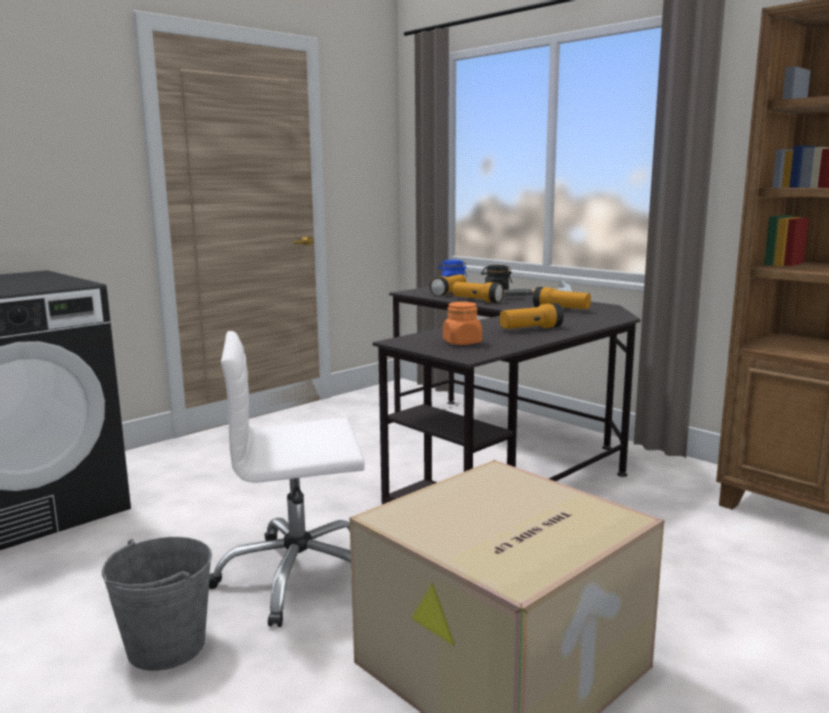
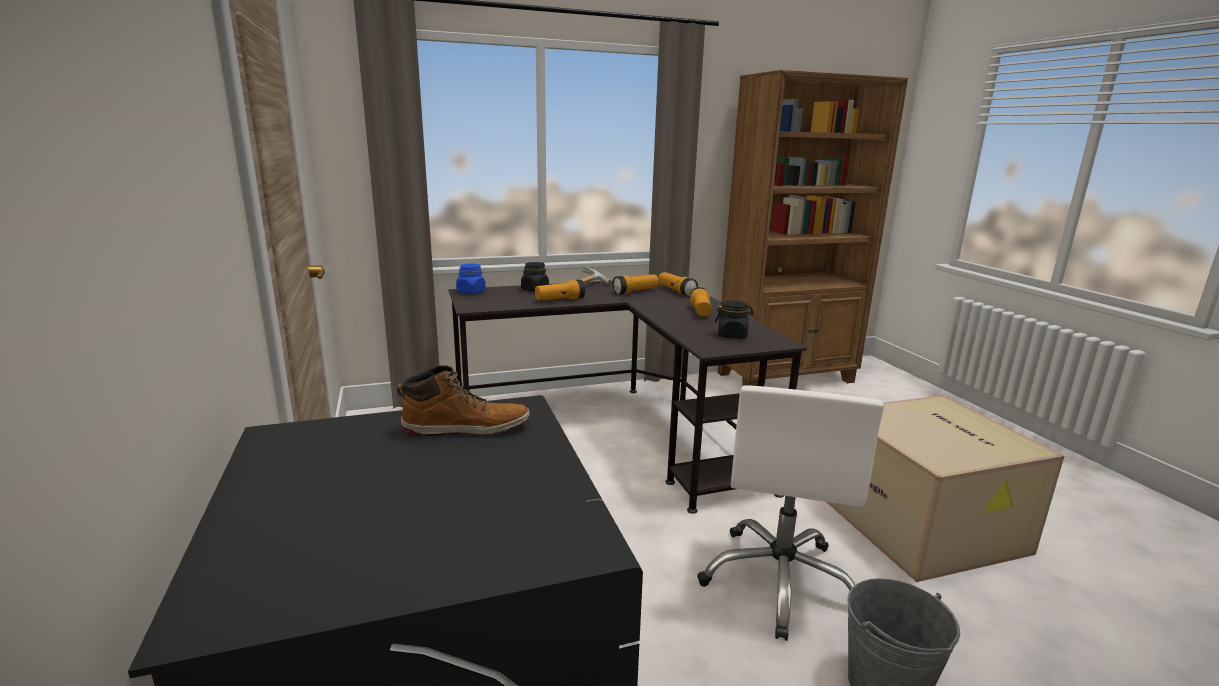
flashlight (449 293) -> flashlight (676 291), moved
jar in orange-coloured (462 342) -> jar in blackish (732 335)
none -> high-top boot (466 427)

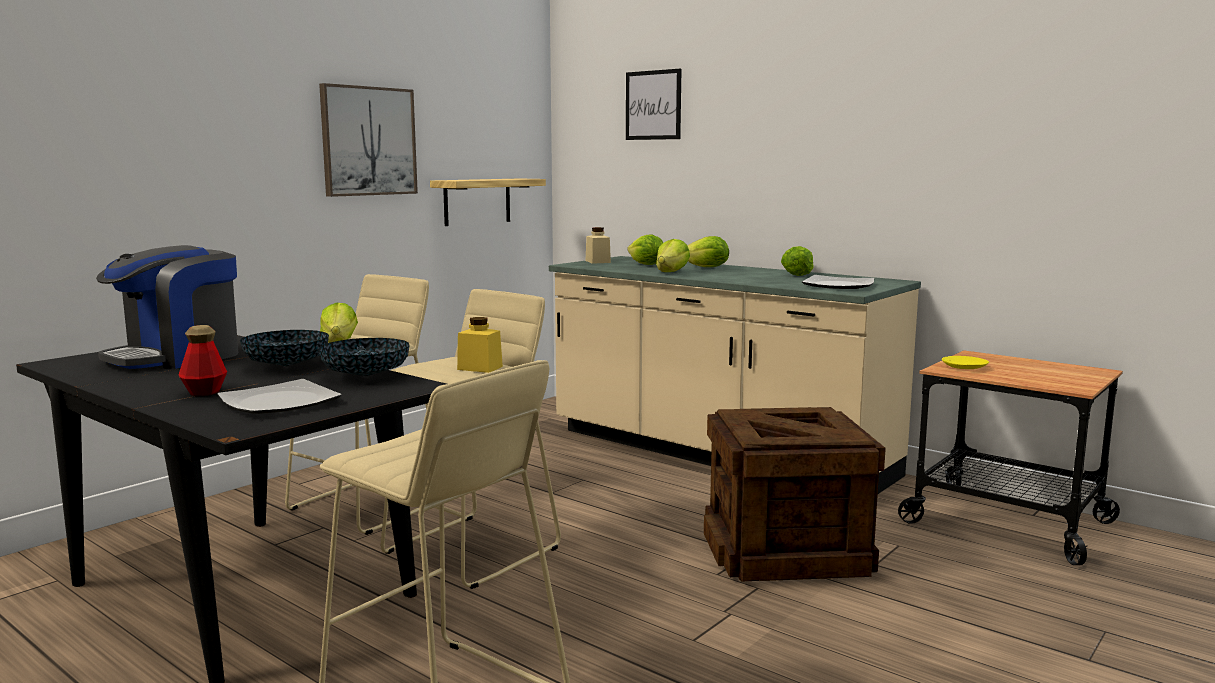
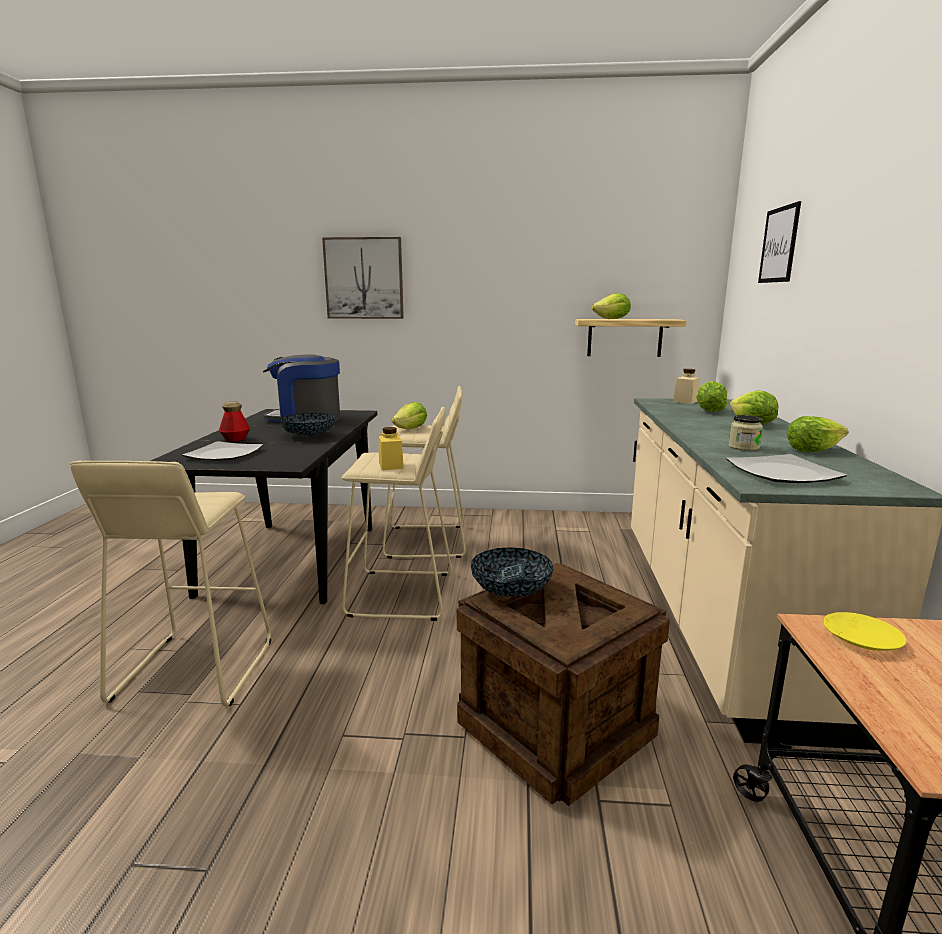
picture (368 141) -> picture (364 278), moved
lettuce (671 272) -> lettuce (612 319), moved
deep dish (366 376) -> deep dish (511 590), moved
none -> jar (743 447)

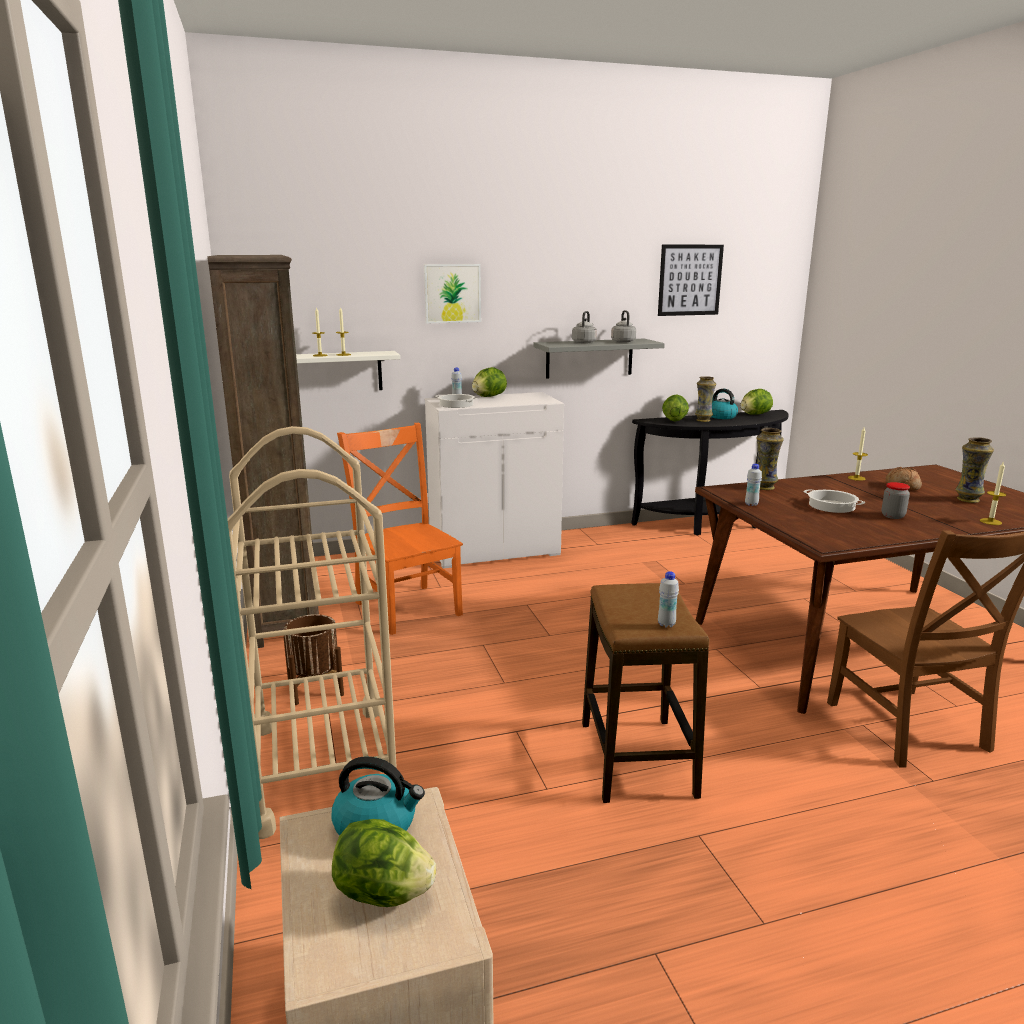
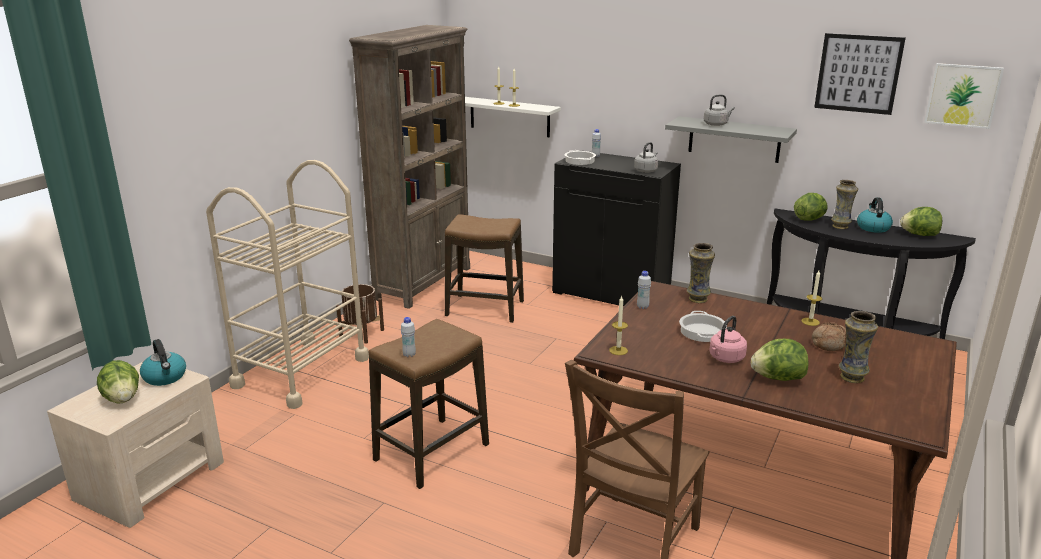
picture (452 293) -> picture (963 95), moved
water kettle in grey (622 341) -> water kettle in grey (646 170), moved
lettuce (488 396) -> lettuce (777 378), moved
storage cabinet in whitish (494 550) -> storage cabinet in blackish (612 293)
chair in orange-coloured (407 606) -> sitting stool (485 308)
candle (990 522) -> candle (618 350), moved
jar (893 516) -> water kettle in pink (725 358)

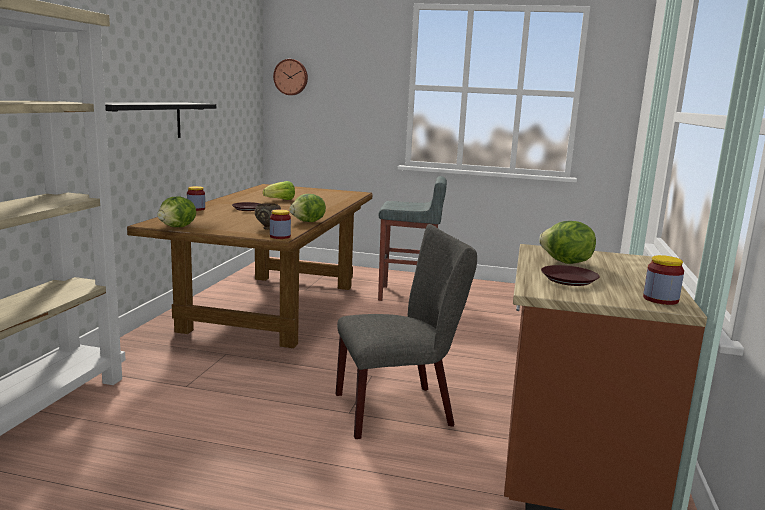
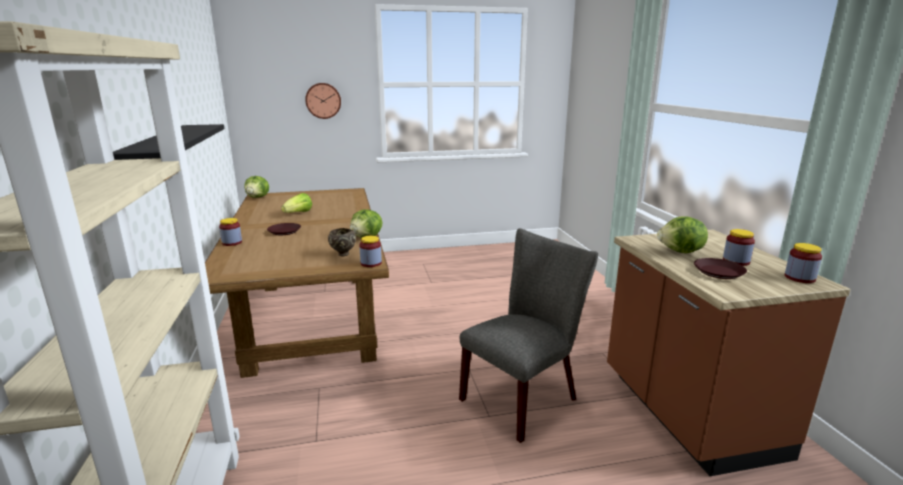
hanging clock (291 77) -> hanging clock (323 100), moved
sitting stool in grey (407 295) -> none
lettuce (178 227) -> lettuce (258 197), moved
none -> jar (736 261)

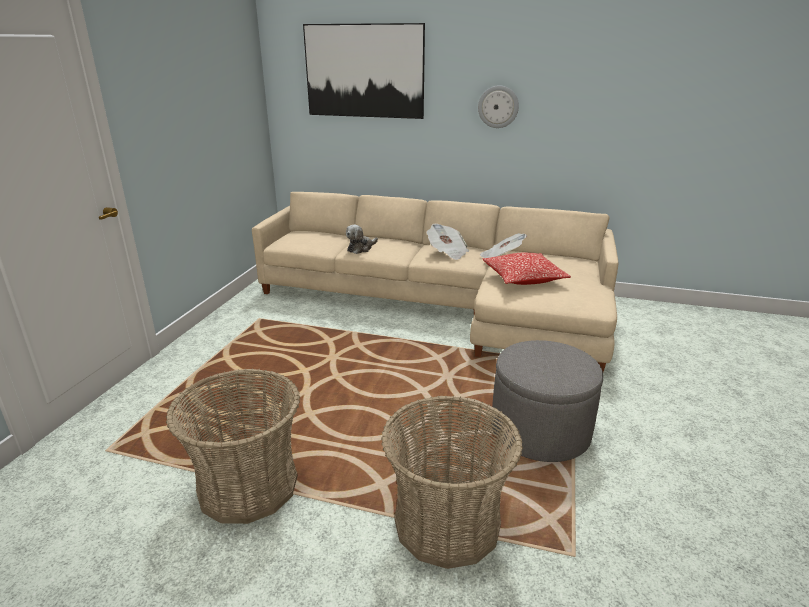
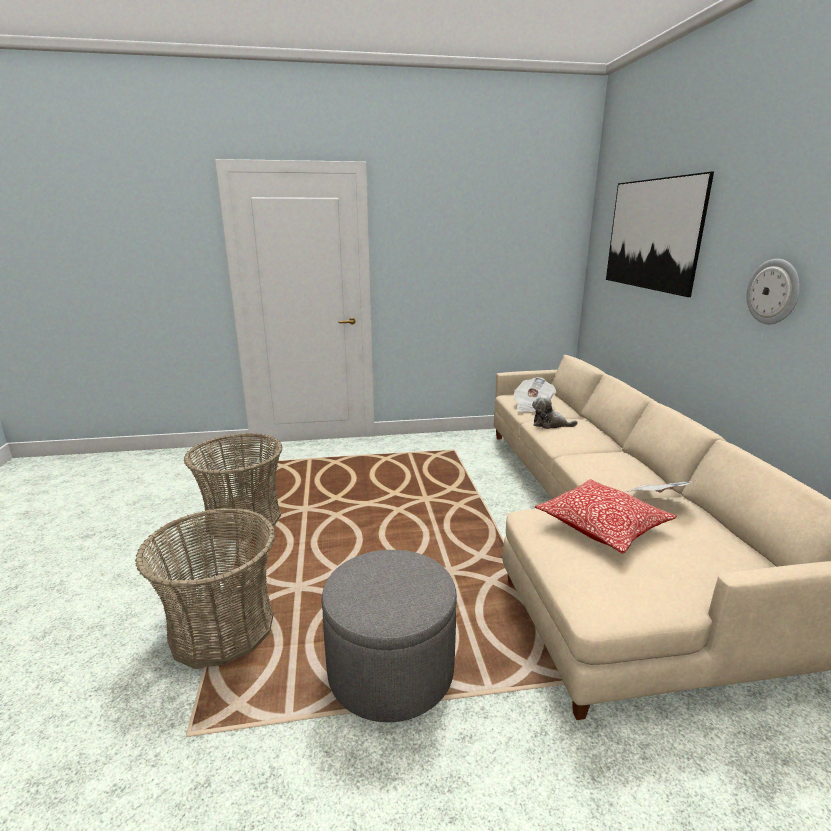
daily paper (447 252) -> daily paper (532 406), moved

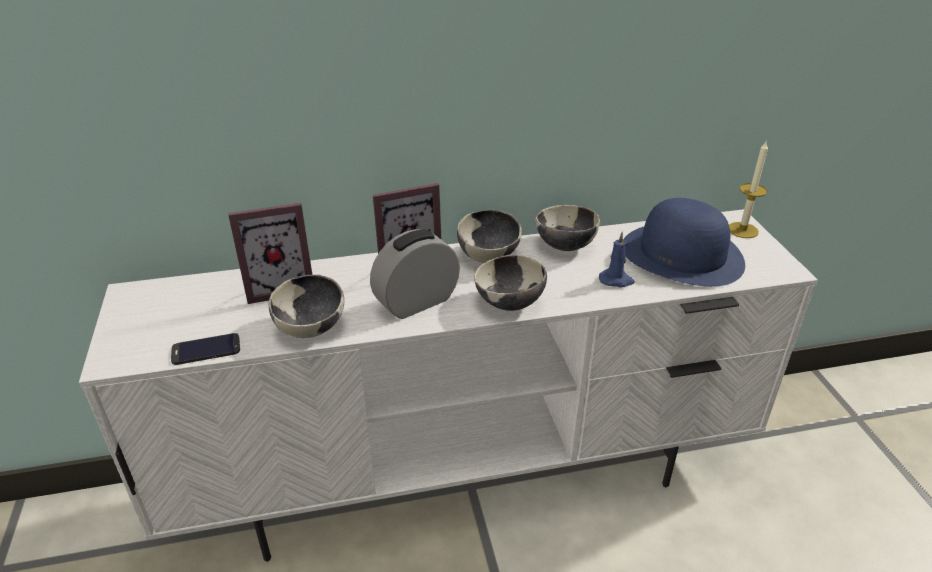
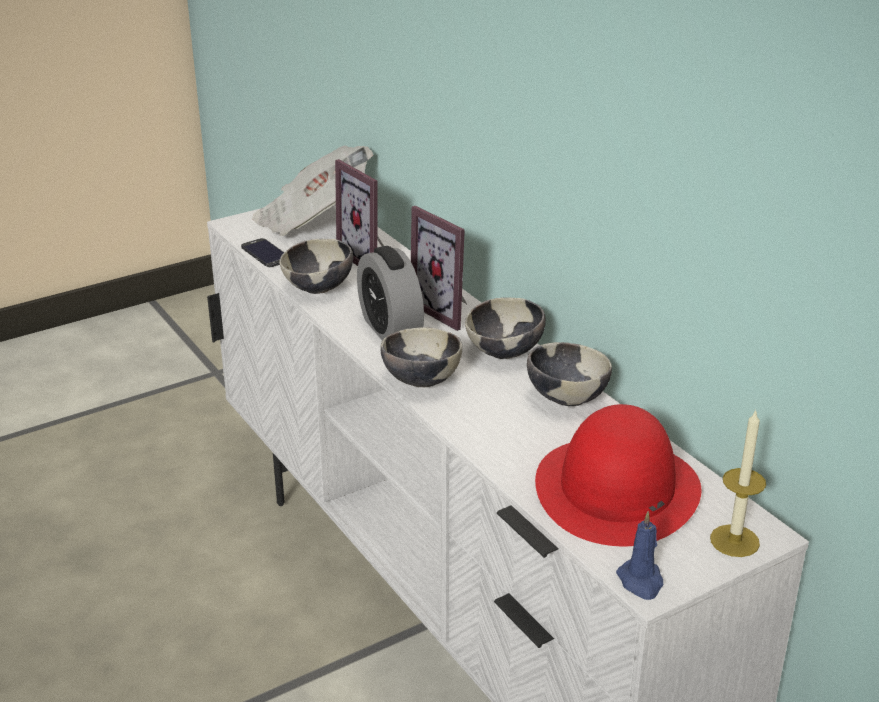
clothing hat in bluish (682 254) -> clothing hat in red (617 489)
bedside clock (416 302) -> bedside clock (390 329), 150 degrees counterclockwise
candle in bluish (616 280) -> candle in bluish (641 582), moved
none -> daily paper (313 219)

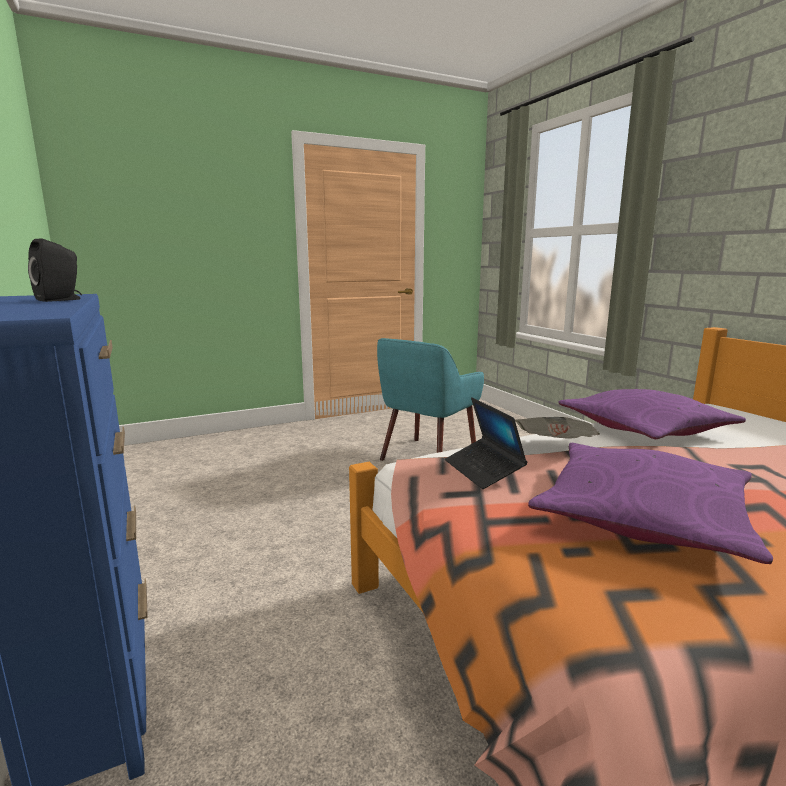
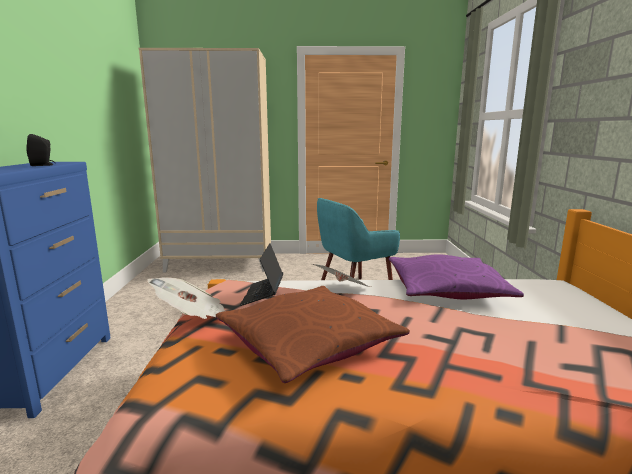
cushion in purple-coloured (642 515) -> cushion in brown-coloured (308 343)
none -> armoire in beige (221 263)
none -> daily paper (193 317)

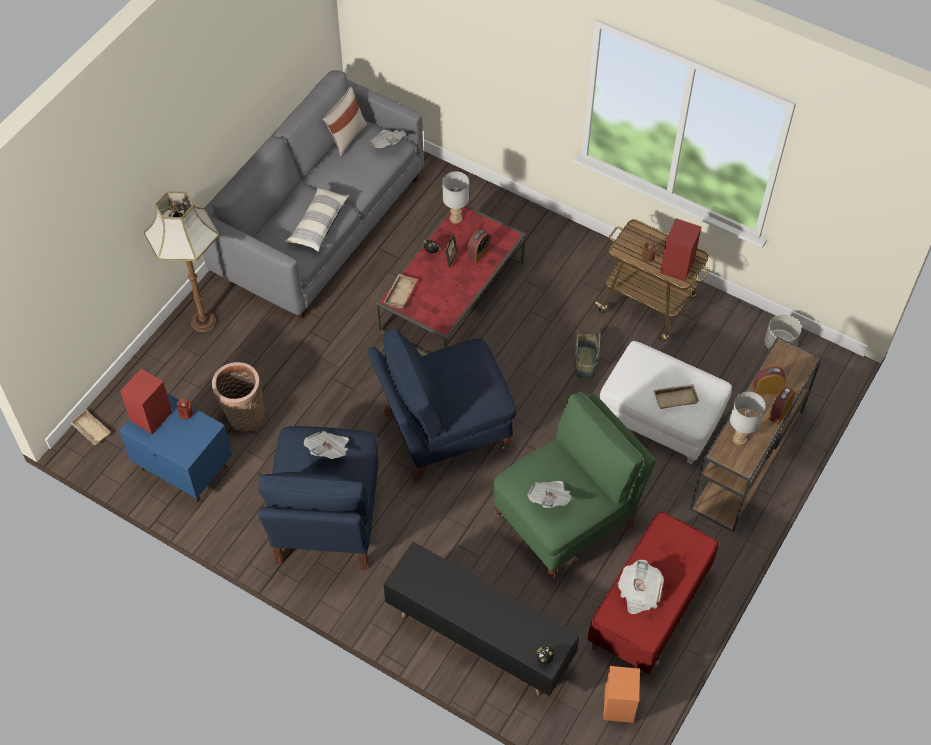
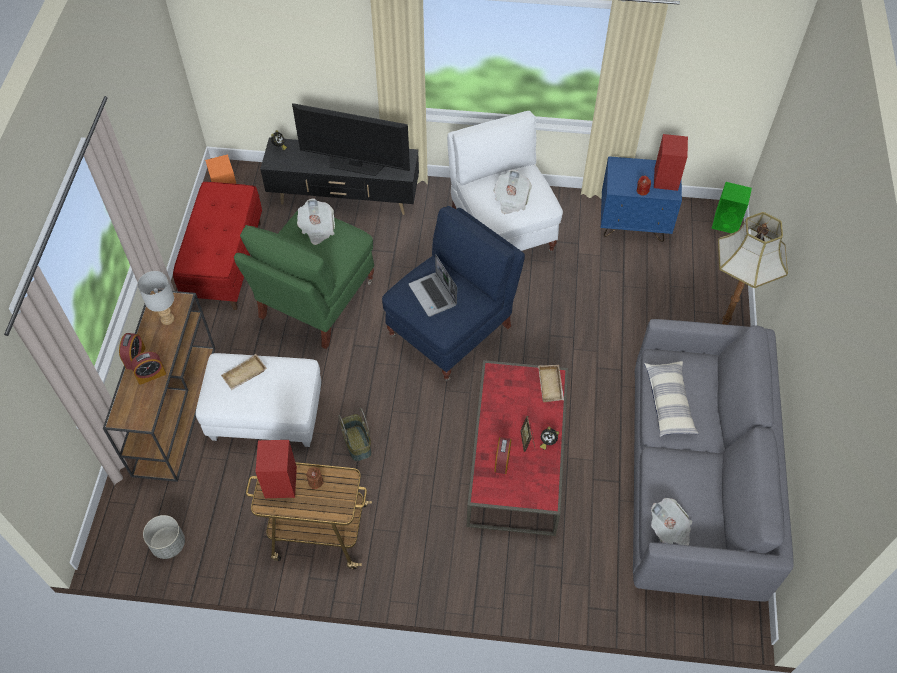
cushion in beige (346 137) -> none
tabletop lamp in grey (456 218) -> none
storage basket (243 417) -> none
tray in beige (90 430) -> speaker in green (727 223)
easy chair in bluish (326 521) -> easy chair in whitish (501 230)
daily paper (638 593) -> none
none -> TV set (355 164)
none -> laptop (433 295)

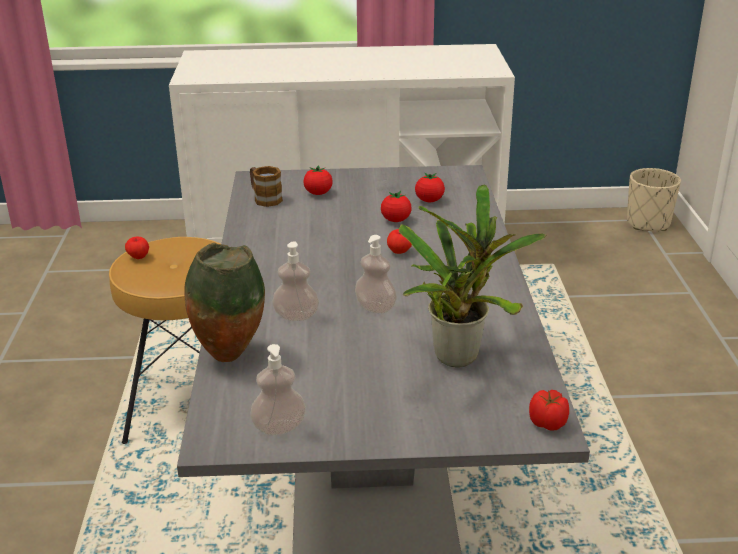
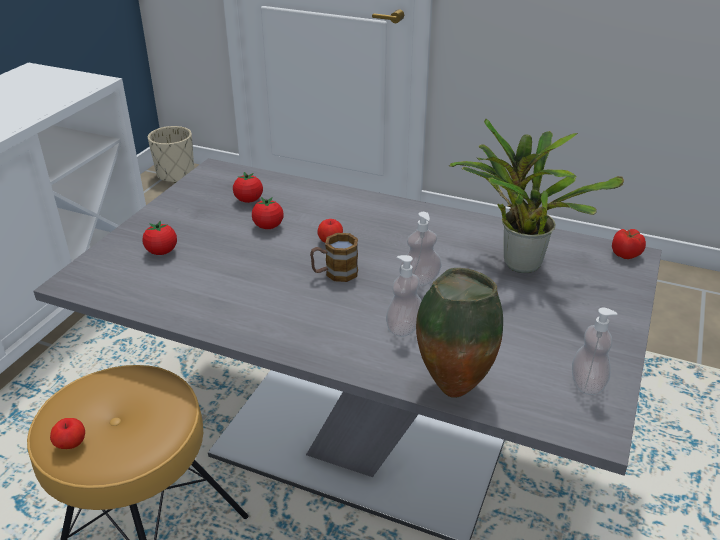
tea mug (264 198) -> tea mug (335 273), moved

